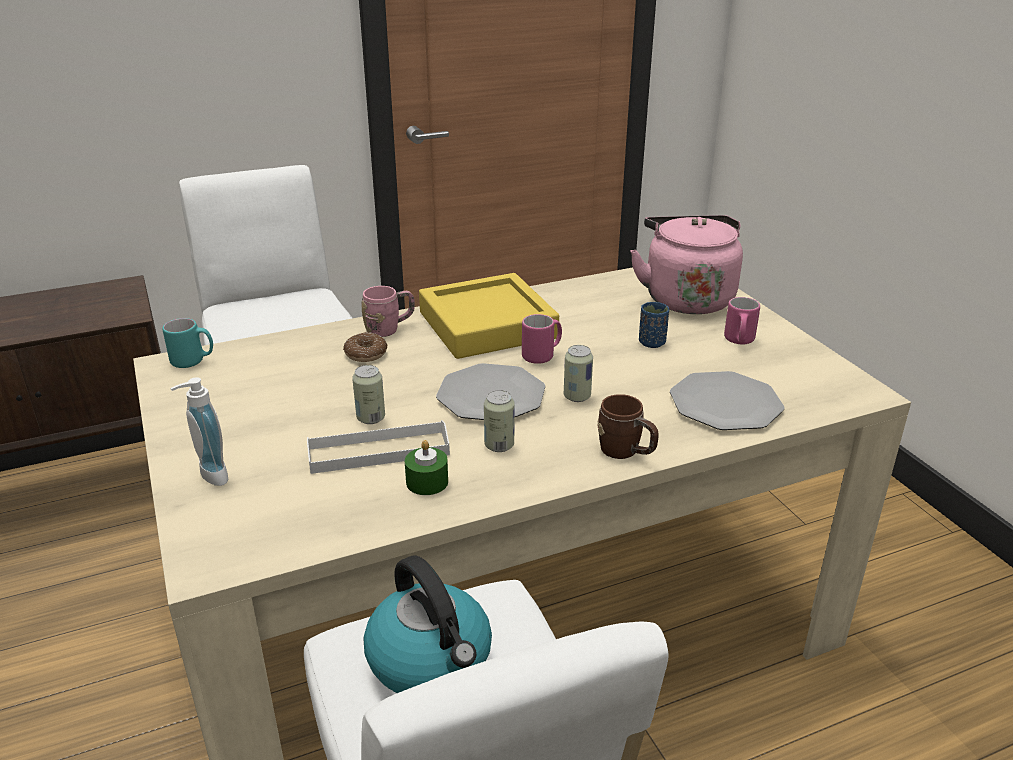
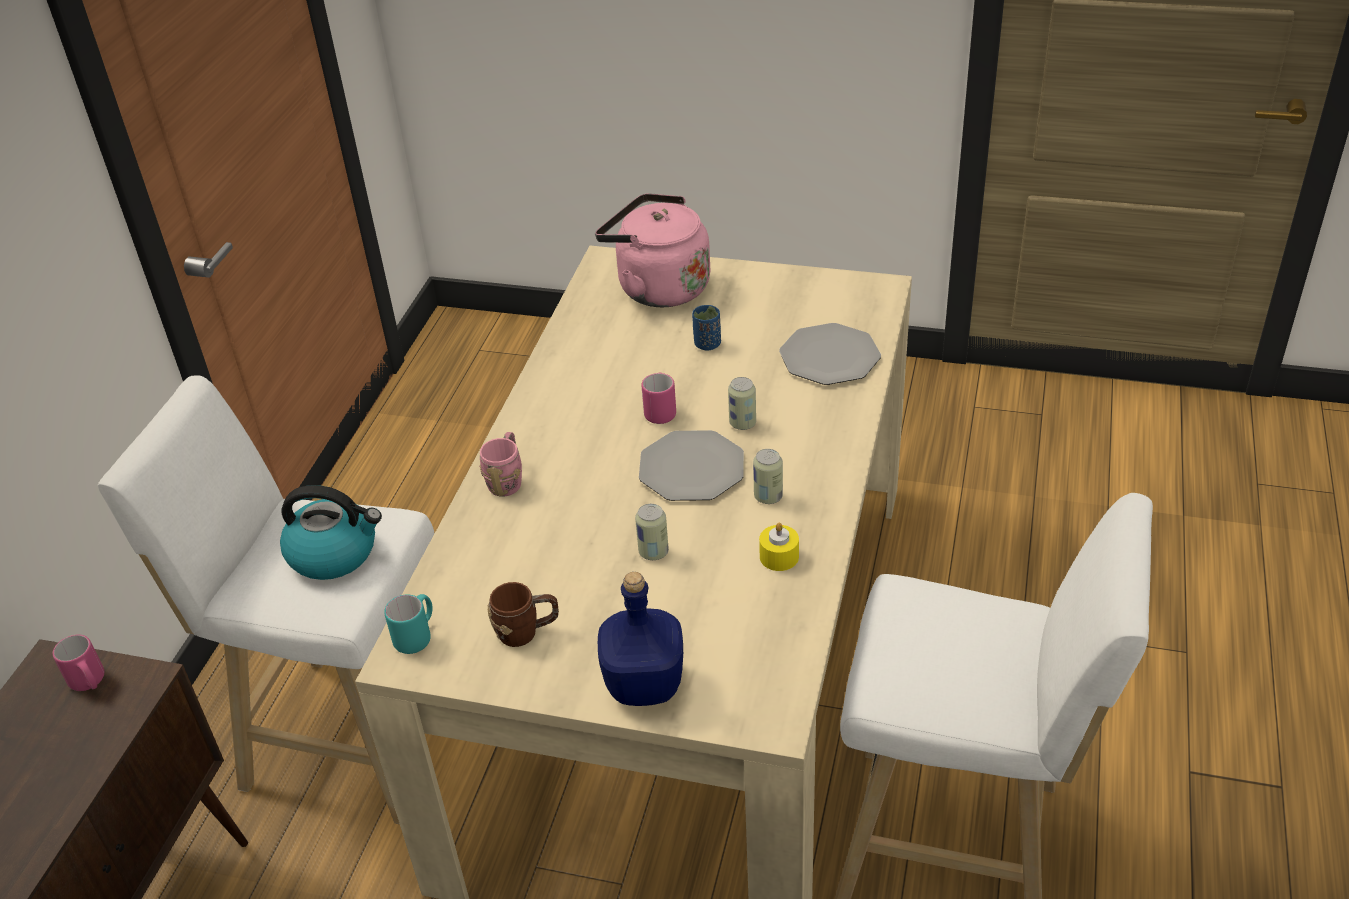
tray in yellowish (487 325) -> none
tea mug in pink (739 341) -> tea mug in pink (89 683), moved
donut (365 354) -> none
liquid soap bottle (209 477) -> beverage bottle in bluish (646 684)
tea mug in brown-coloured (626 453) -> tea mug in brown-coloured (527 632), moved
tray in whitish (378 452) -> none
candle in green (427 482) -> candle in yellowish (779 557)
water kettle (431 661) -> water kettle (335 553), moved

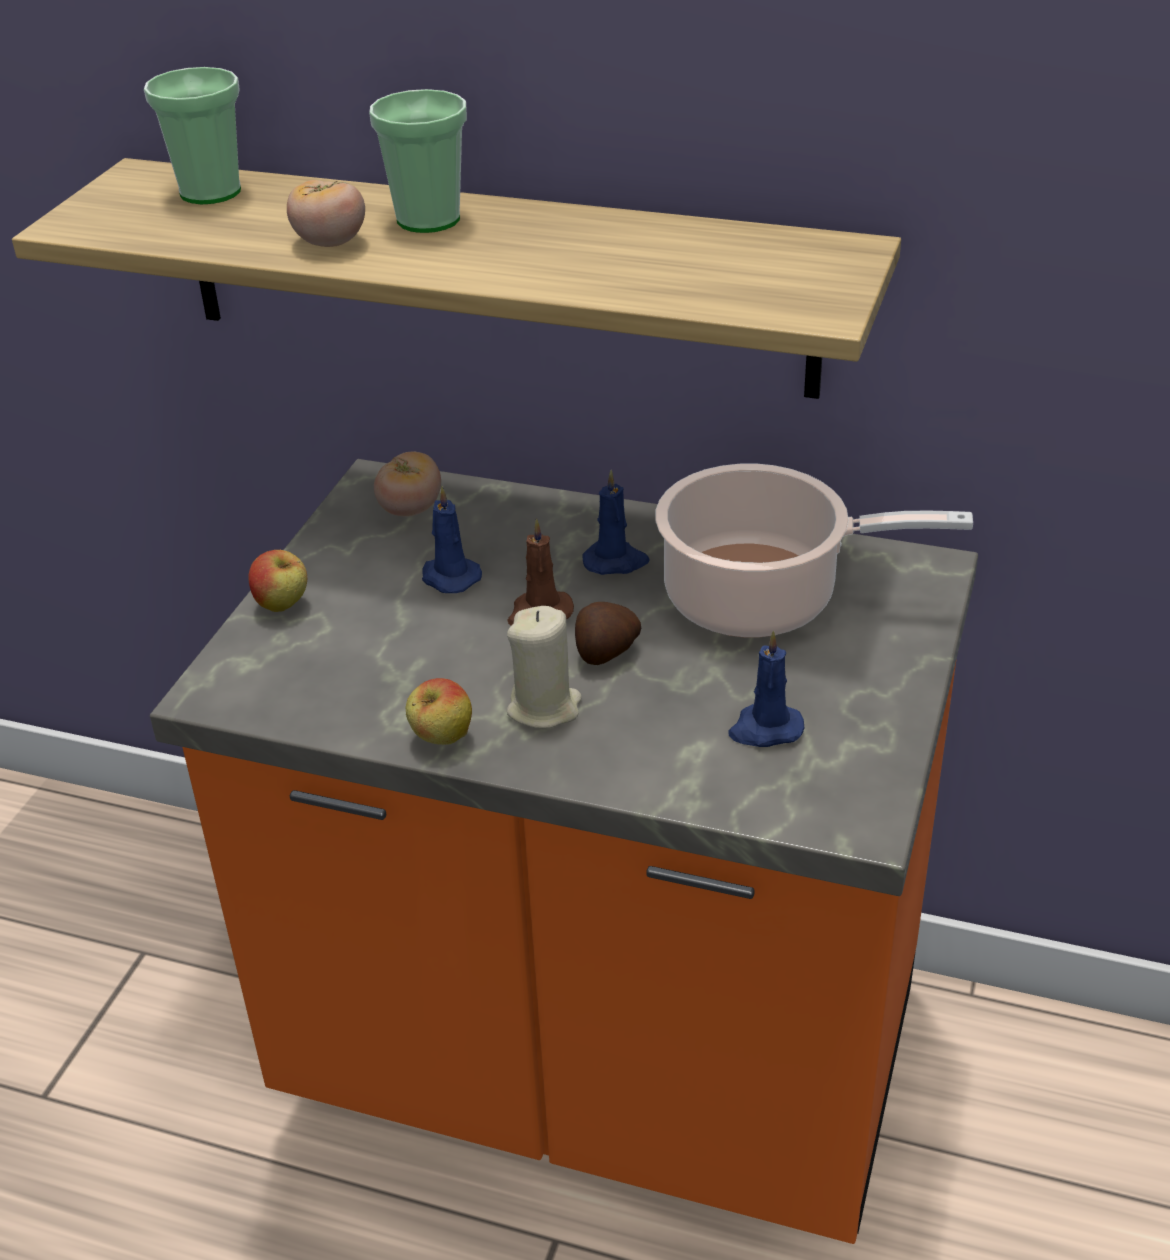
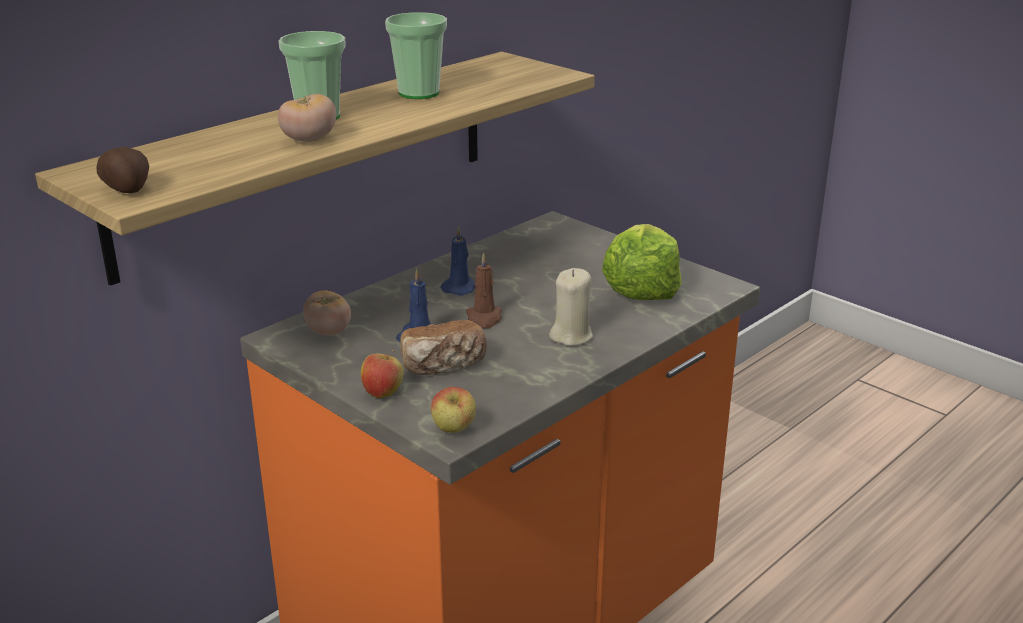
small cup (210 192) -> small cup (419 93), moved
stockpot (762 598) -> none
whole potato (605 653) -> whole potato (127 190), moved
candle in bluish (765 729) -> lettuce (641 288)
whole apple (441 739) -> whole apple (454 431), moved
none -> bakery bread (443 366)

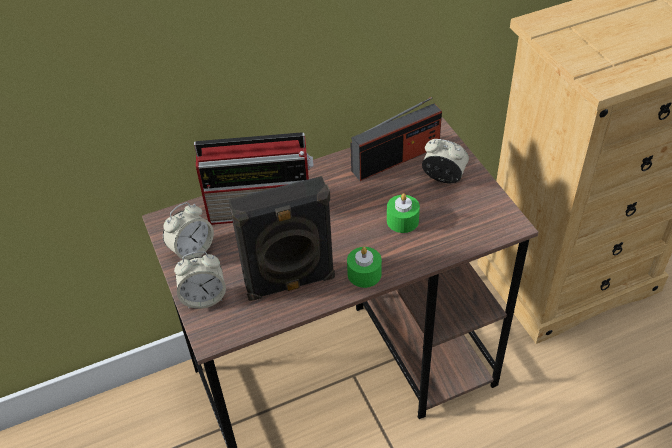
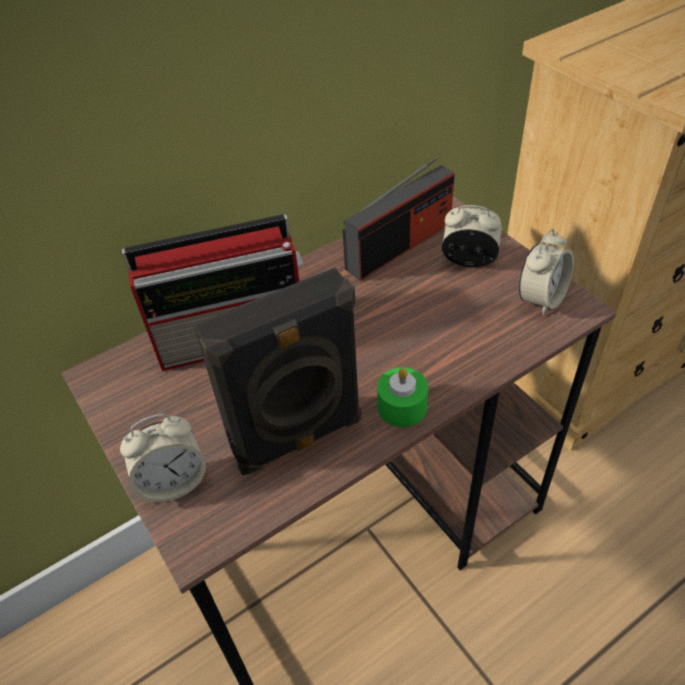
candle in green (402 221) -> none
bedside clock (192 250) -> bedside clock (541 299), moved

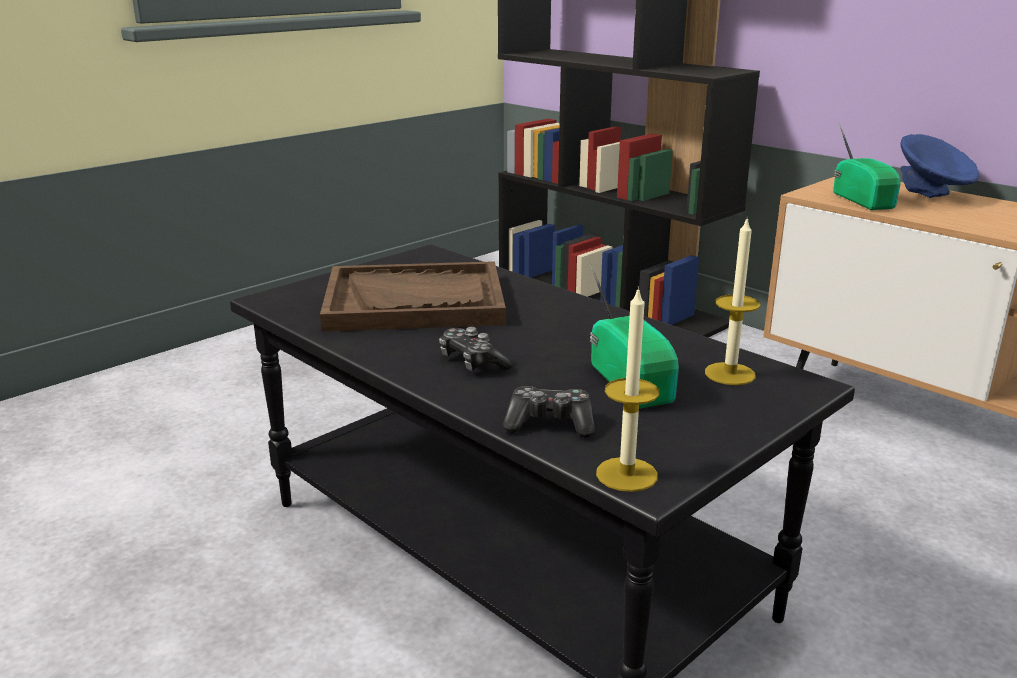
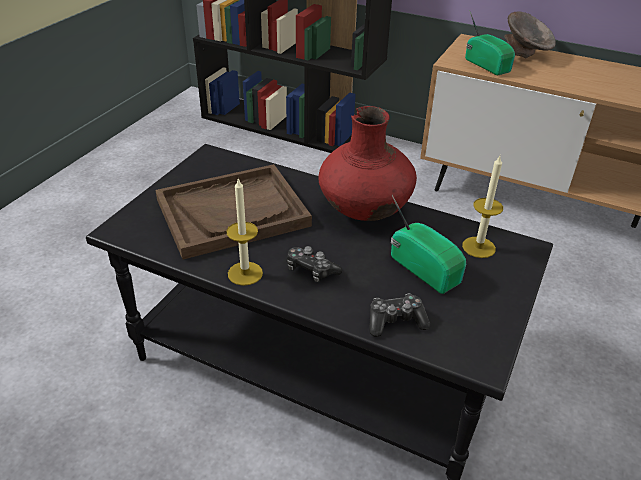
deep dish in bluish (931 197) -> deep dish in grey (525 56)
candle (626 474) -> candle (245 273), moved
none -> decorative vase in red (365 210)

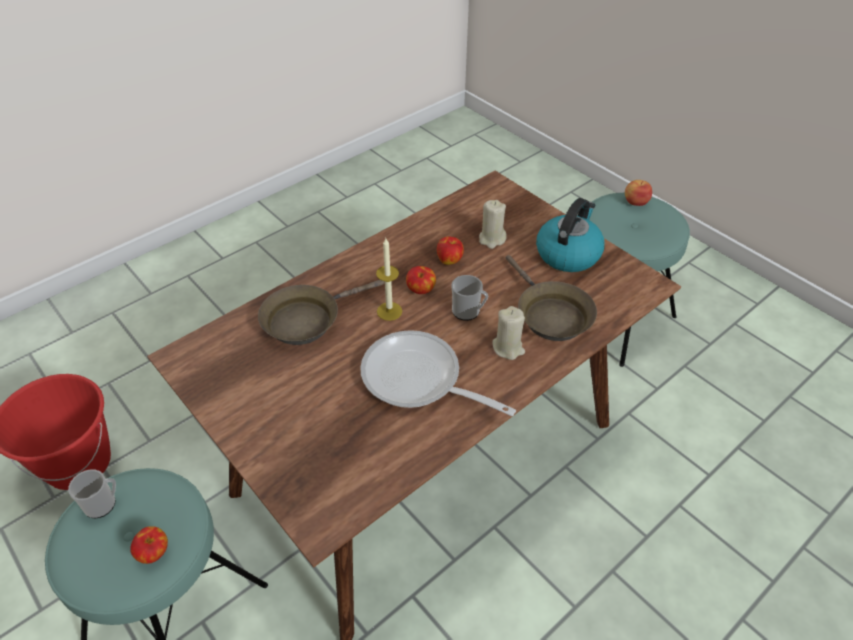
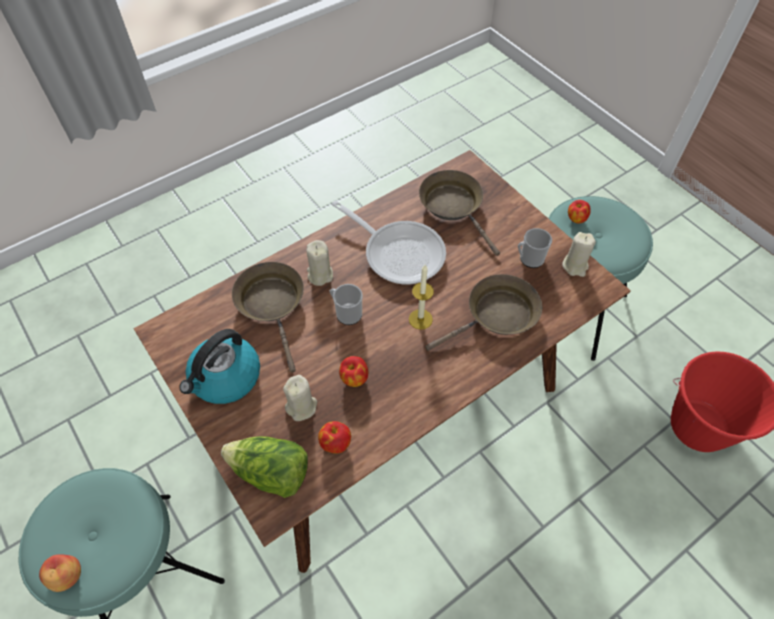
whole apple (421 290) -> whole apple (335 443), moved
tea mug (104 503) -> tea mug (529 259), moved
none -> pan in brown-coloured (454 206)
none -> candle in beige (575 266)
none -> lettuce (271 473)

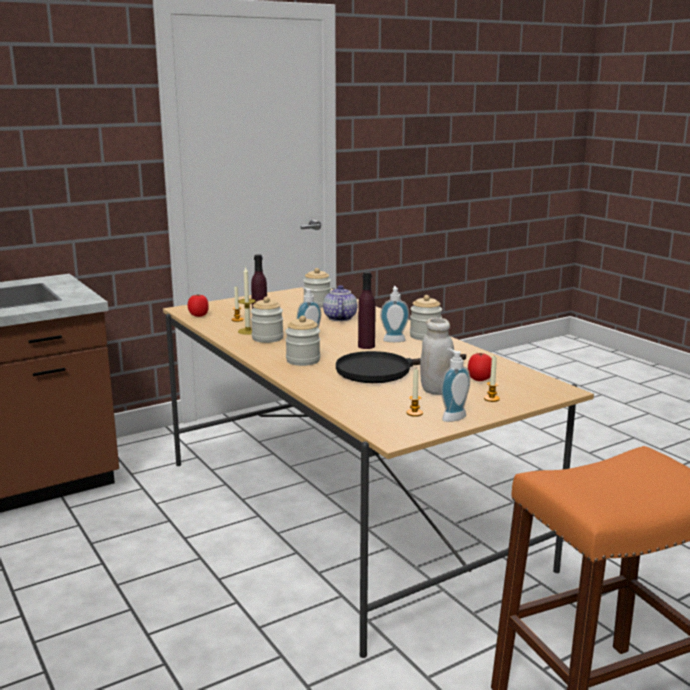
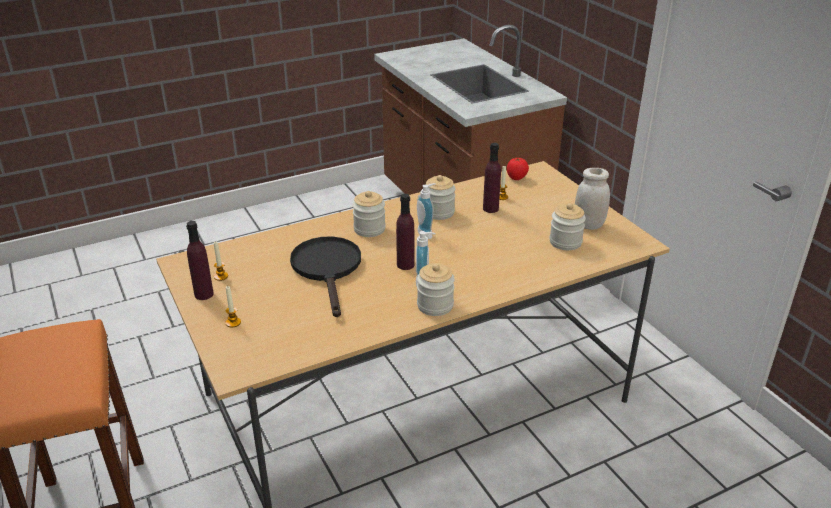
candle (248 331) -> none
tea pot (339 318) -> none
jar in whitish (436 390) -> jar in whitish (588 225), moved
liquid soap bottle (451 417) -> beverage bottle in purple-coloured (204 294)
fresh tomato (479 380) -> none

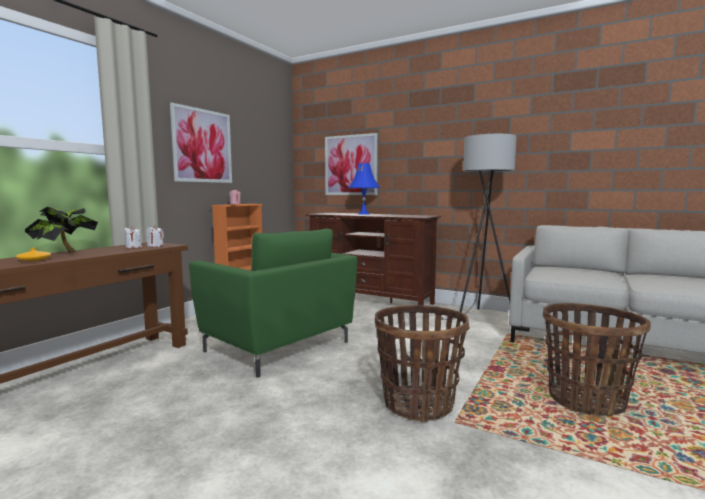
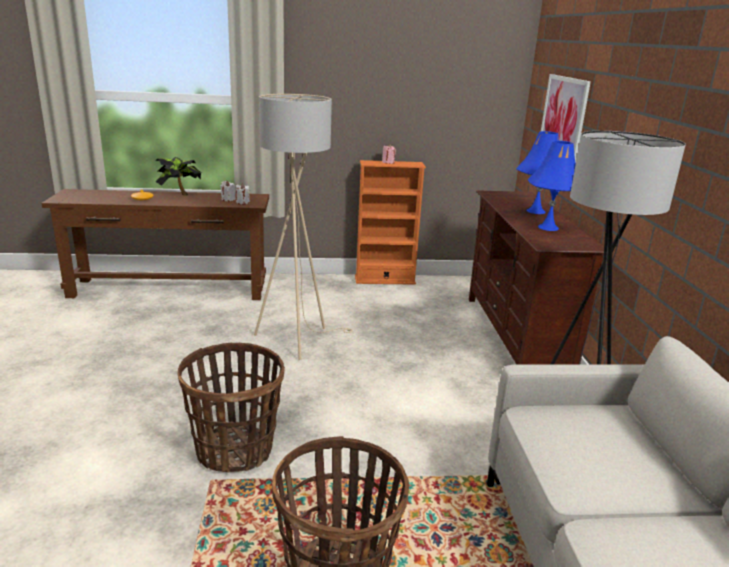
picture (202 146) -> none
easy chair in green (279 347) -> floor lamp in beige (297 338)
none -> tabletop lamp in bluish (548 227)

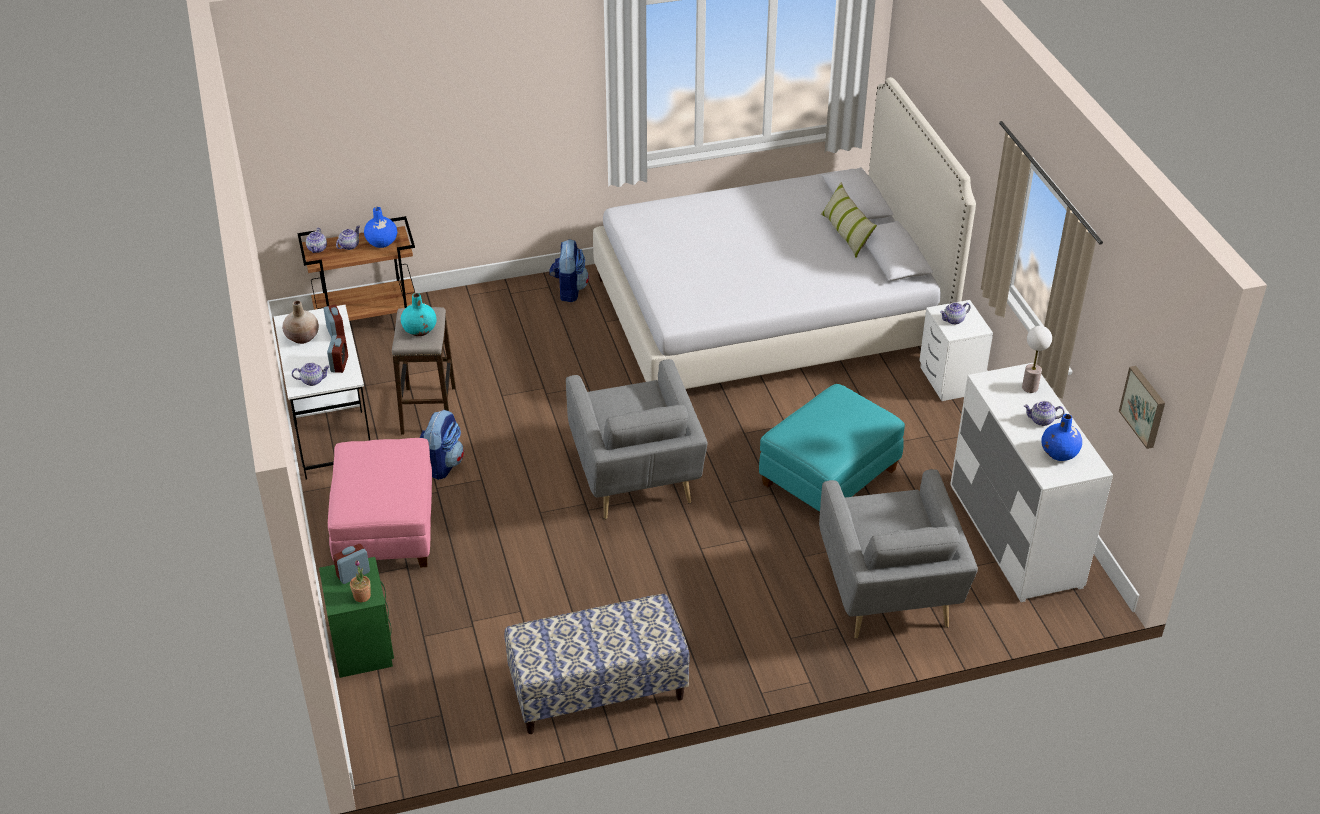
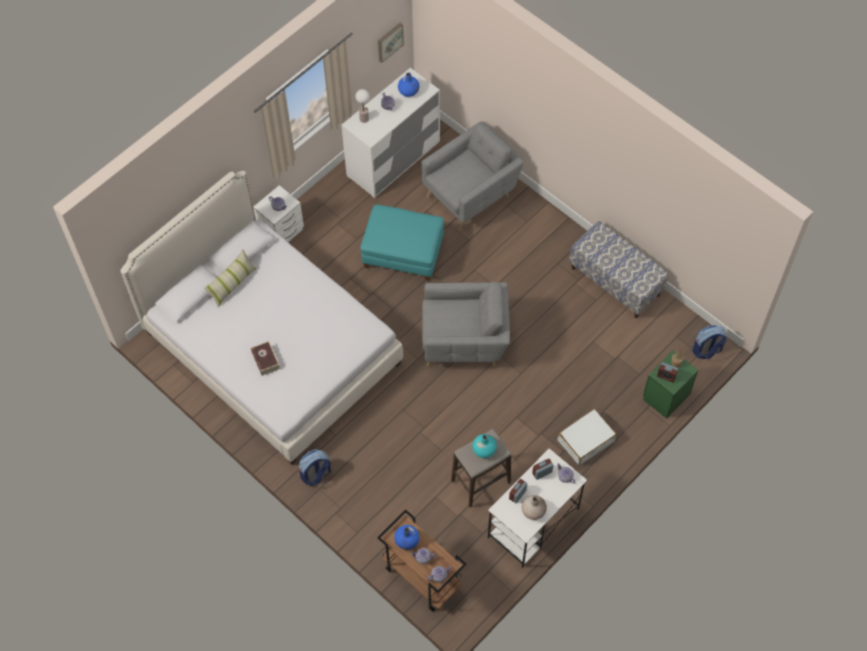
easy chair in grey (635 479) -> easy chair in grey (465 342), 45 degrees clockwise
knapsack (443 464) -> knapsack (706 350), moved
pouffe in pink (385 529) -> piece of luggage in whitish (585 440)
none -> bound book (265 360)

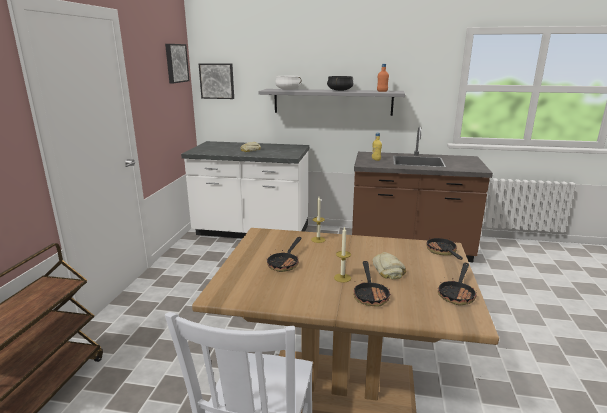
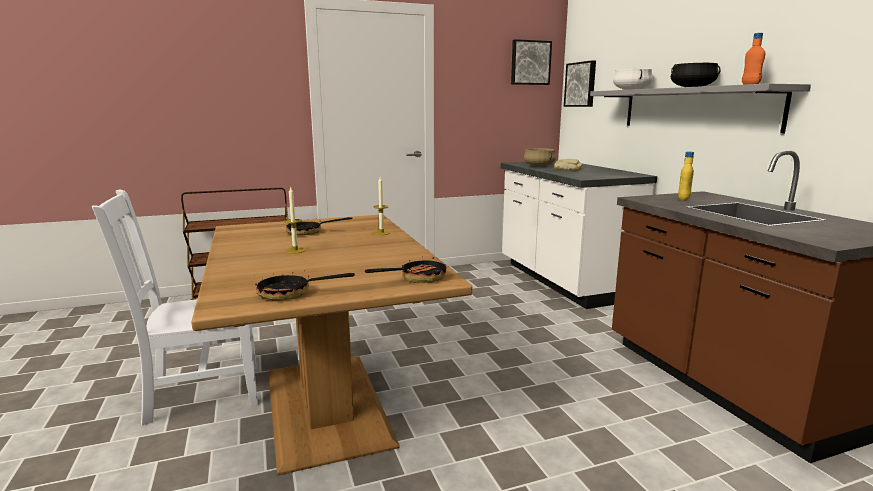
bakery bread (388 270) -> none
pan (370 295) -> none
none -> stockpot in beige (539 166)

